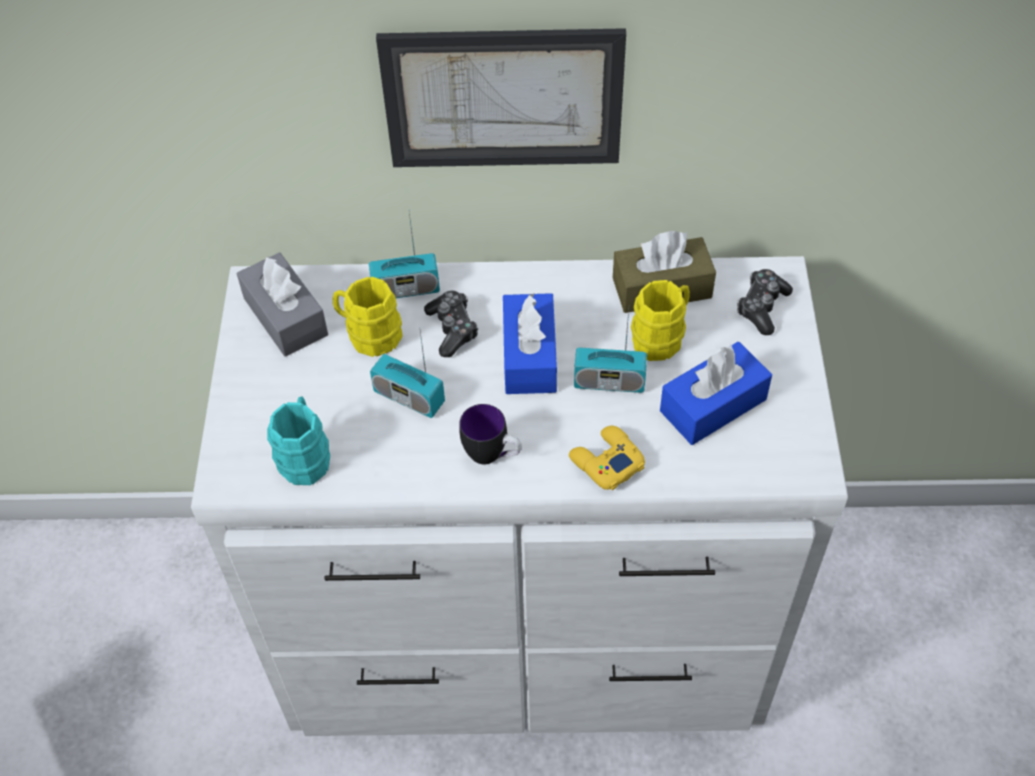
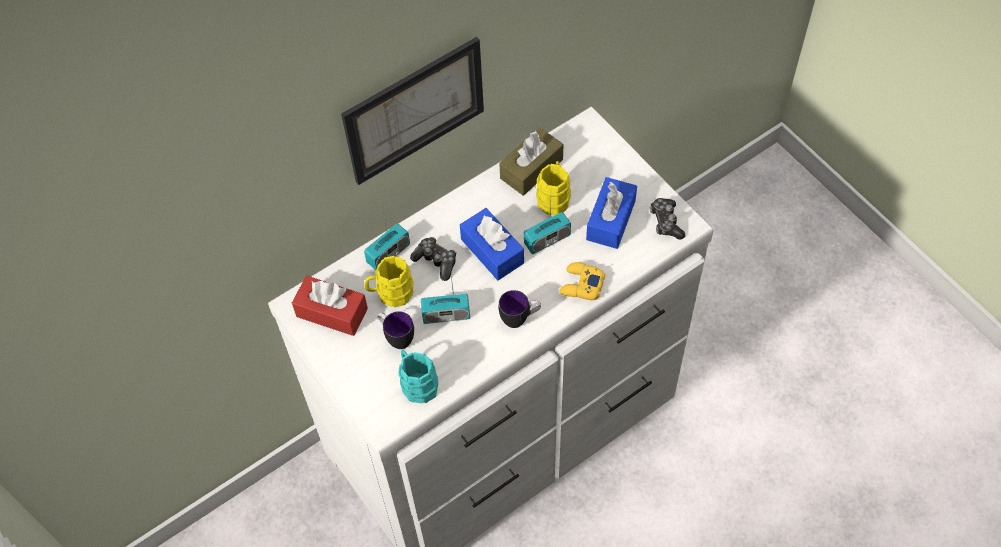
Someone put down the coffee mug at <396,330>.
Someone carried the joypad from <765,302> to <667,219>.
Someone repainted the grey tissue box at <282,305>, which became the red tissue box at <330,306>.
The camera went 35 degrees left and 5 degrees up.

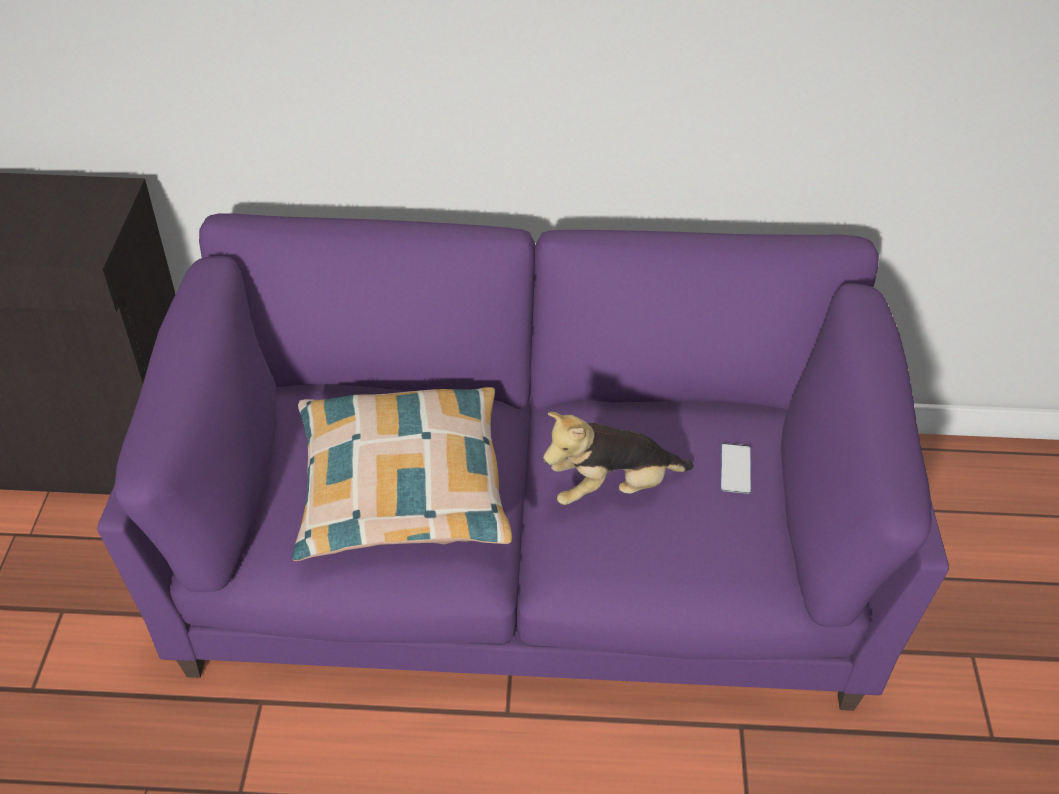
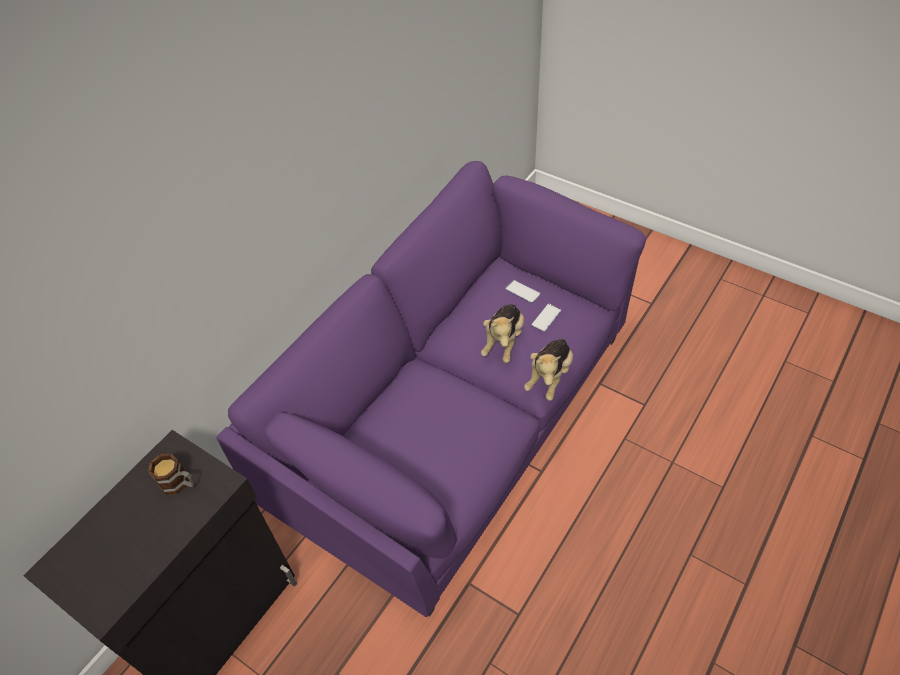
Someone took away the pillow at <402,474>.
Someone put down the coffee mug at <171,474>.
Someone put down the plush toy at <548,369>.
Someone put down the telephone at <546,318>.
The camera went 55 degrees left and 5 degrees up.

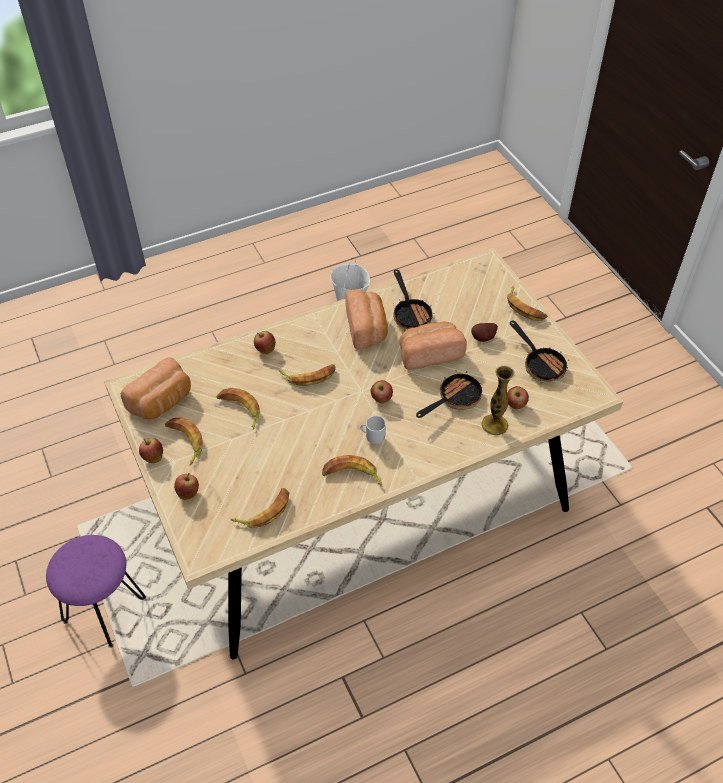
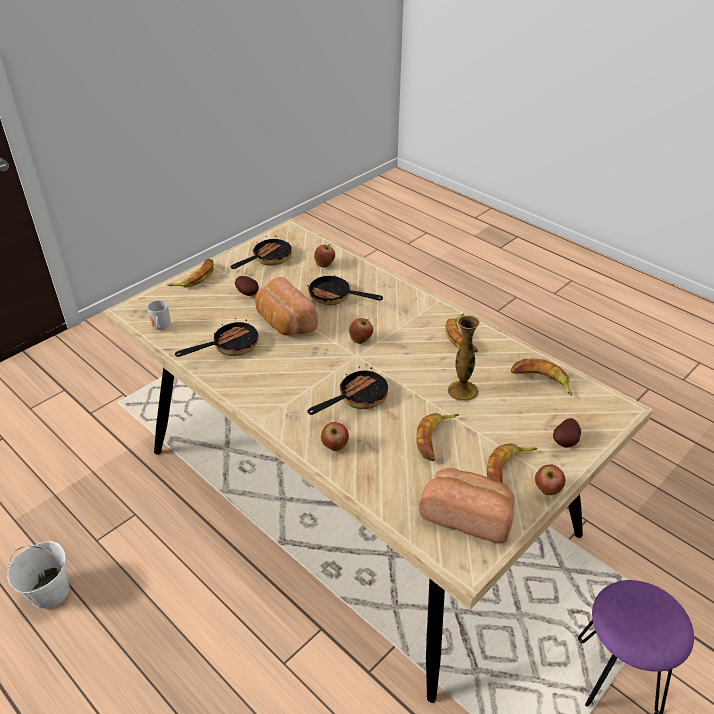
Someone took away the bakery bread at <366,320>.
Someone carried the coffee mug from <373,430> to <159,315>.
Someone carried the vase from <498,401> to <464,358>.
Someone swapped the apple at <186,486> for the spud at <567,433>.
Someone swapped the banana fruit at <307,375> for the frying pan at <347,390>.
The camera went 110 degrees left and 10 degrees down.

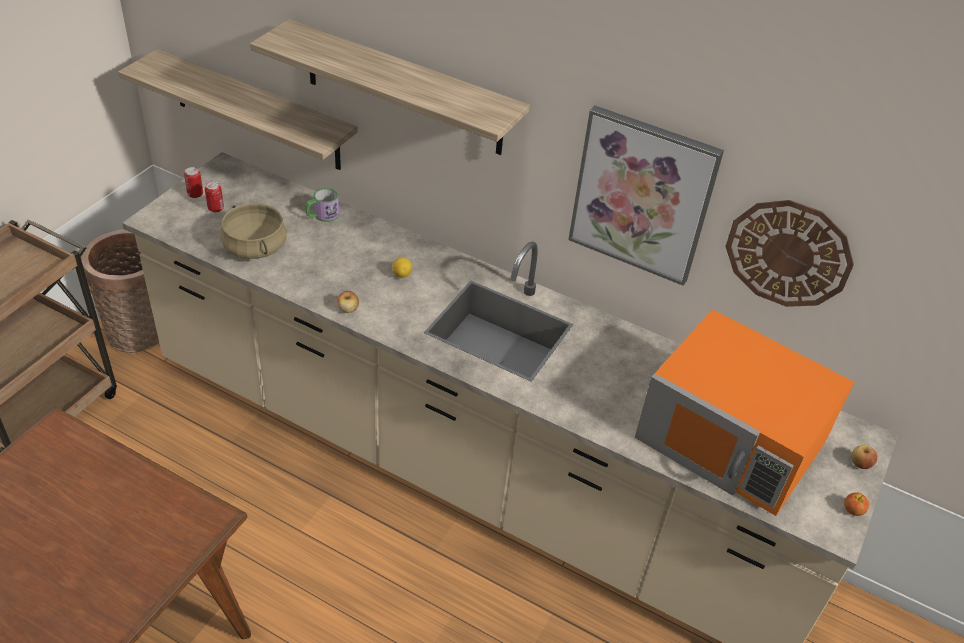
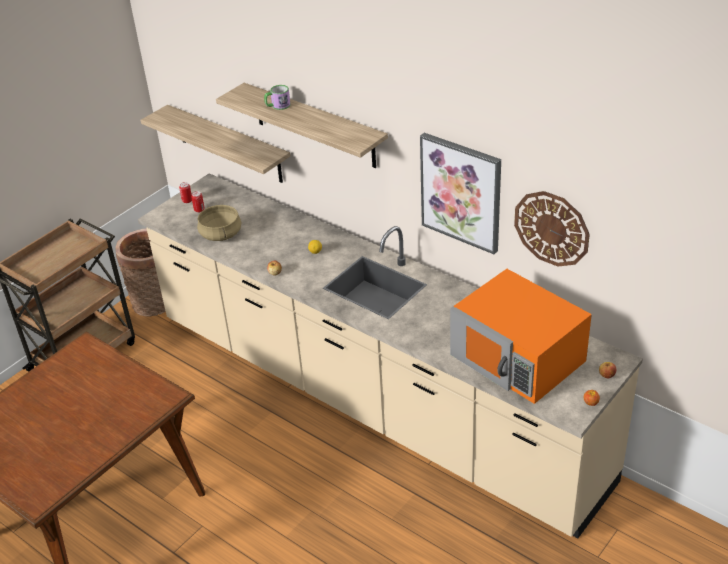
Someone carried the coffee mug from <322,205> to <277,97>.
The camera went 15 degrees right and 5 degrees down.

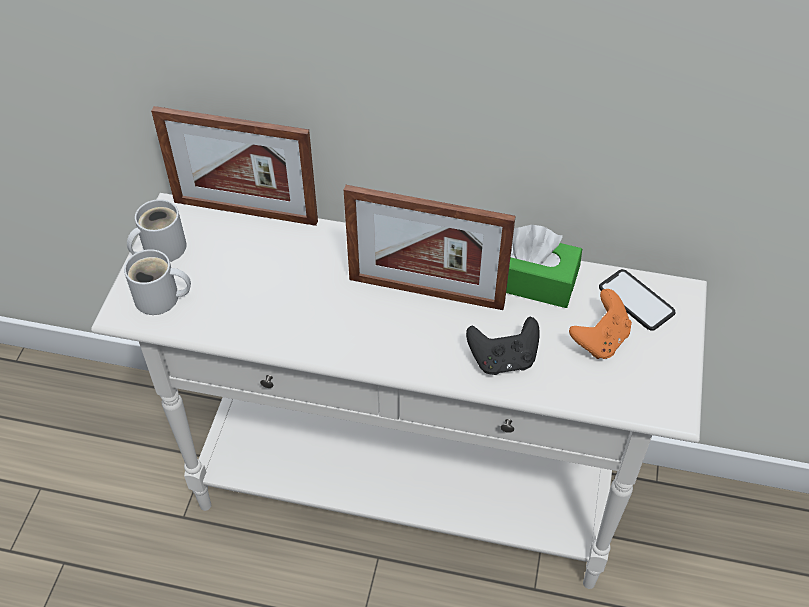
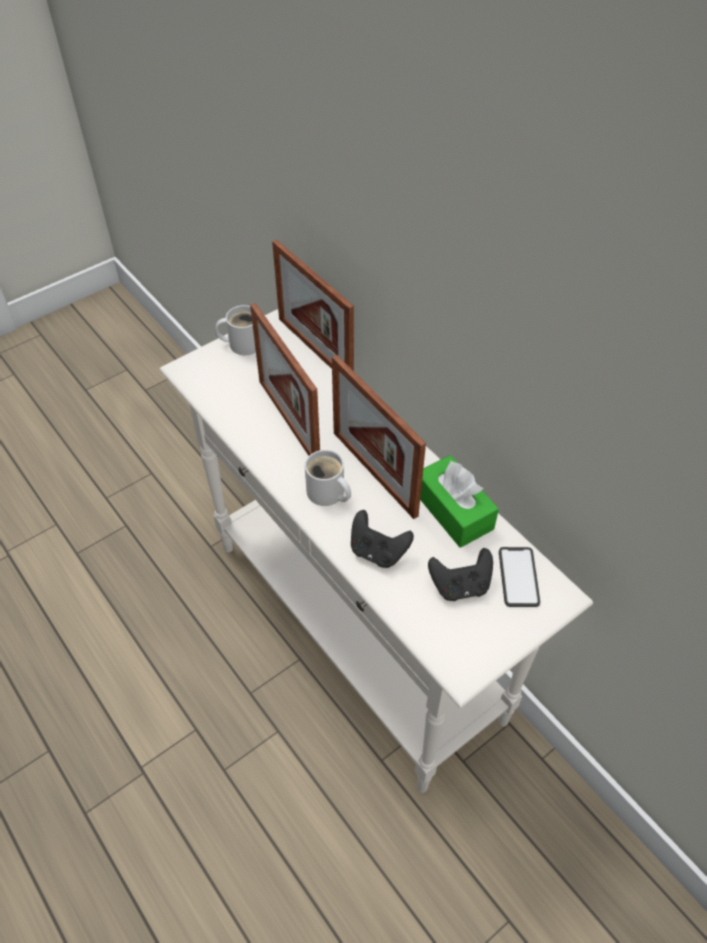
Someone put down the photo frame at <285,379>.
Someone carried the white-coloured coffee mug from <157,282> to <328,478>.
Someone repainted the orange joypad at <600,324>, which became the black joypad at <460,574>.
The camera went 40 degrees right and 0 degrees up.

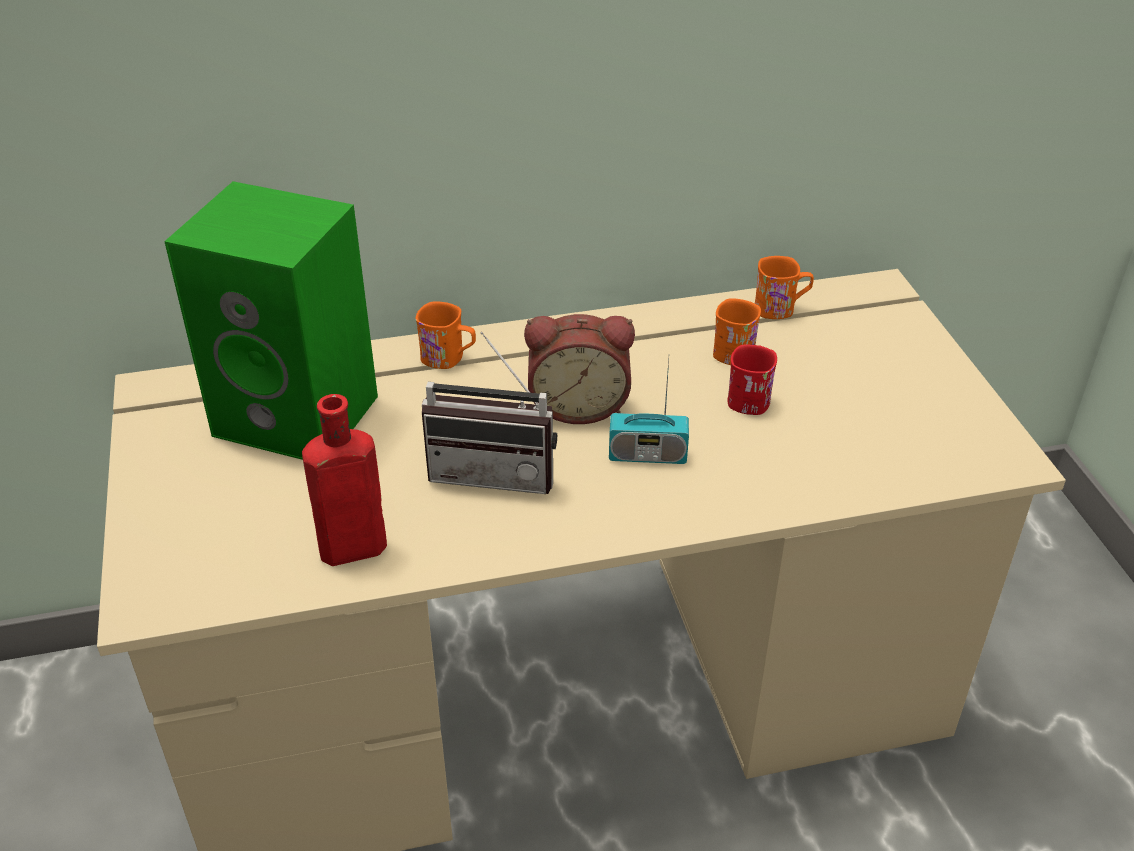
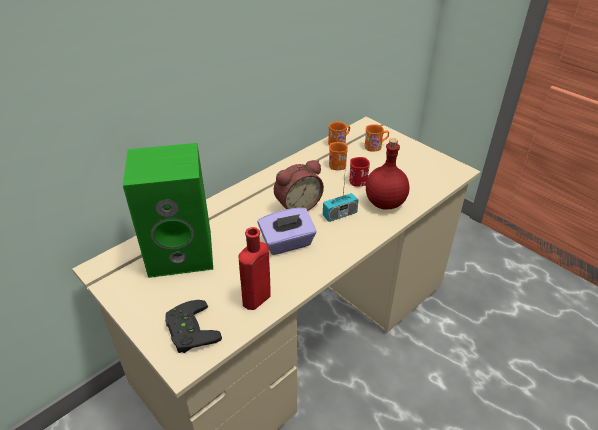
Someone put down the black joypad at <193,326>.
Someone put down the red beverage bottle at <388,174>.
Someone carried the orange coffee mug from <445,335> to <377,137>.
Someone swapped the radio at <489,413> for the purple tissue box at <287,231>.
The camera went 30 degrees left and 0 degrees up.

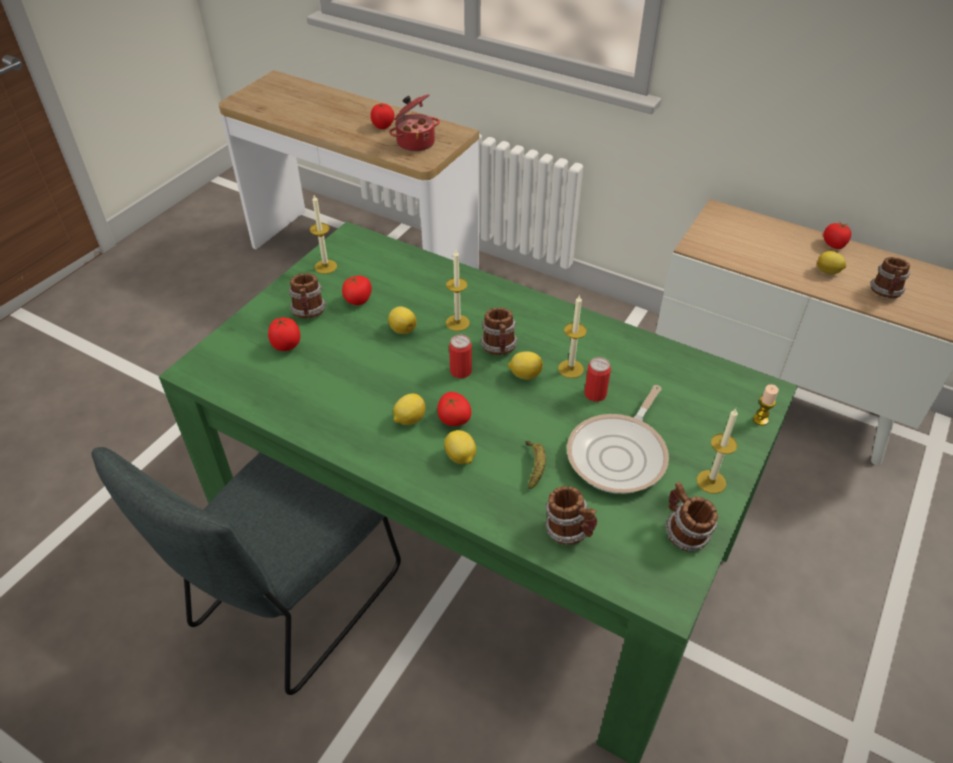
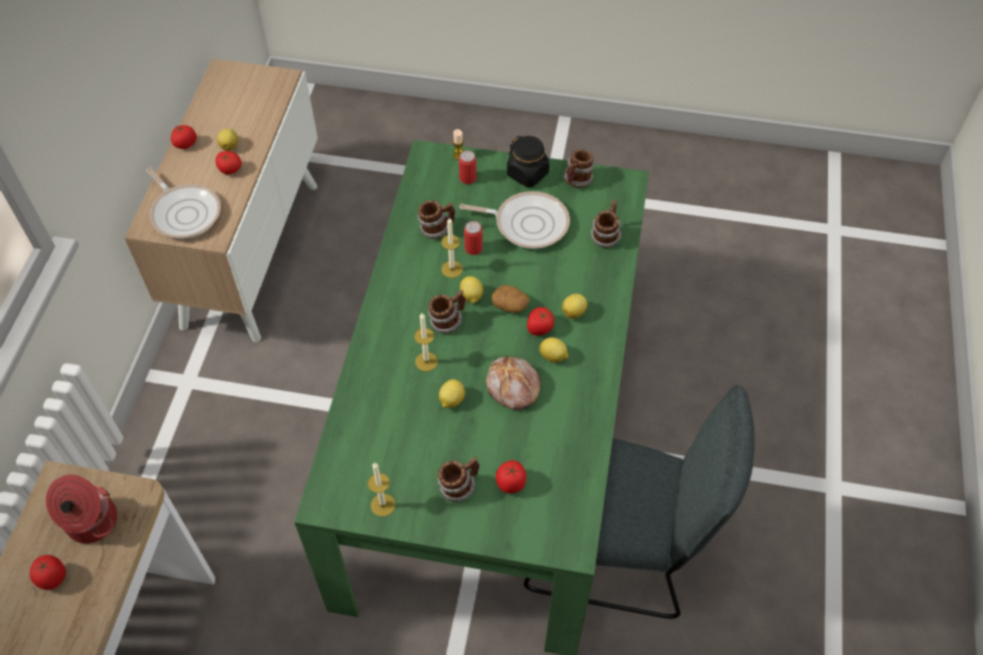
Someone took away the banana fruit at <535,464>.
Someone put down the frying pan at <183,203>.
Someone put down the bakery bread at <513,383>.
Someone put down the spud at <510,299>.
Someone carried the tomato from <357,290> to <228,162>.
Someone carried the sealed can from <460,356> to <467,167>.
Someone carried the coffee mug from <890,277> to <436,219>.
Someone swapped the wax light at <717,451> for the black jar at <528,162>.
The camera went 110 degrees left and 10 degrees up.

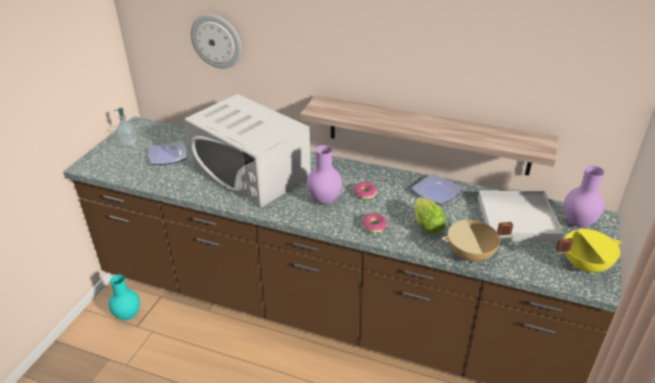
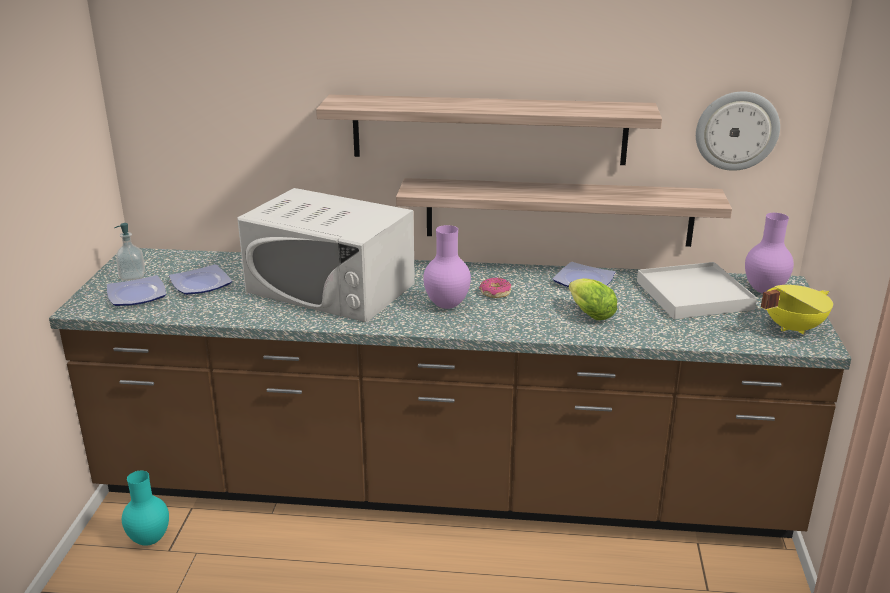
Someone took away the donut at <374,223>.
Someone took away the sand-coloured stockpot at <477,242>.
Someone put down the flat dish at <136,290>.
Someone put up the wall shelf at <489,129>.
Someone carried the wall clock from <216,41> to <738,131>.
The camera went 15 degrees left and 10 degrees down.

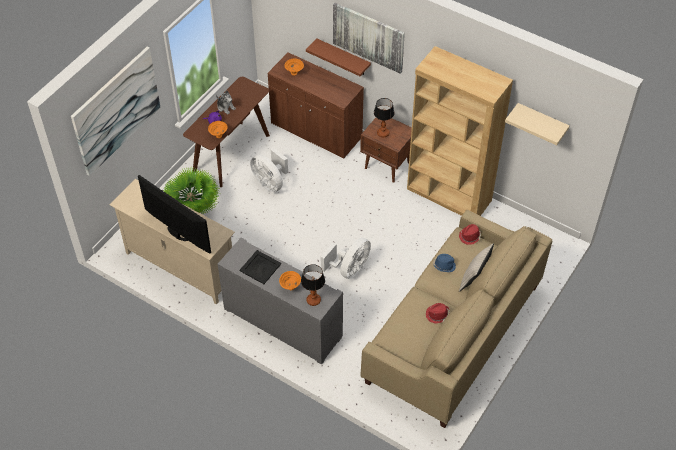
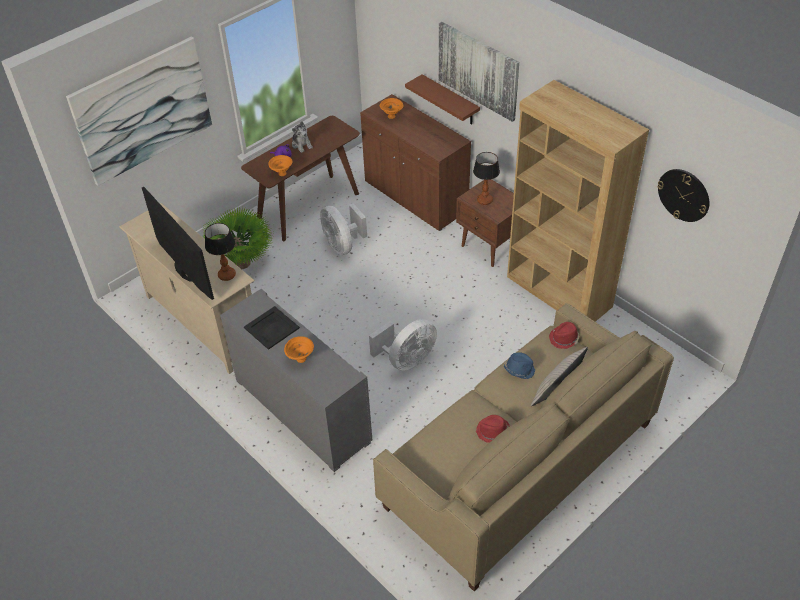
Someone carried the tabletop lamp from <313,285> to <220,252>.
Someone swapped the sand-coloured wall shelf at <537,124> for the wall clock at <683,195>.
The camera went 15 degrees right and 5 degrees down.

